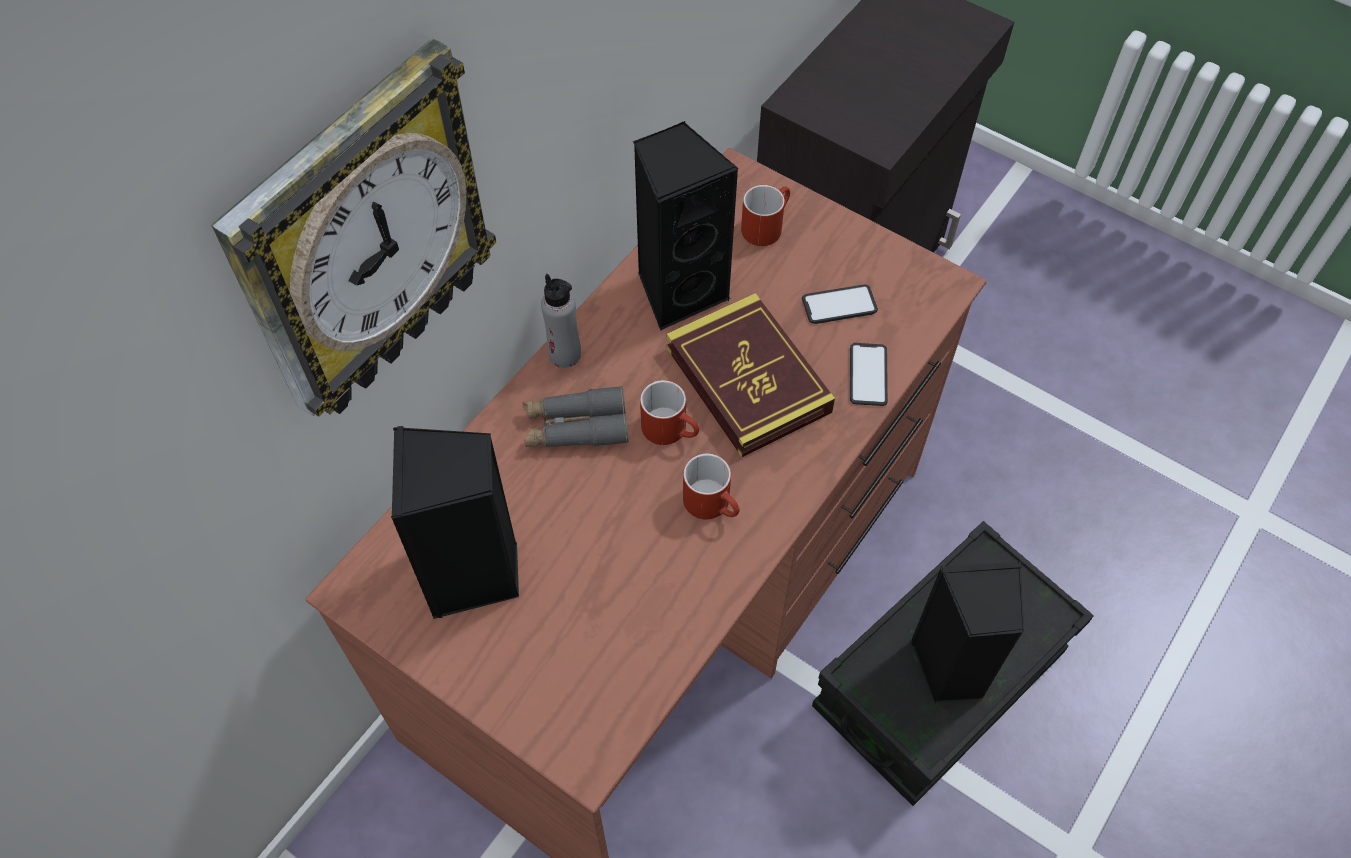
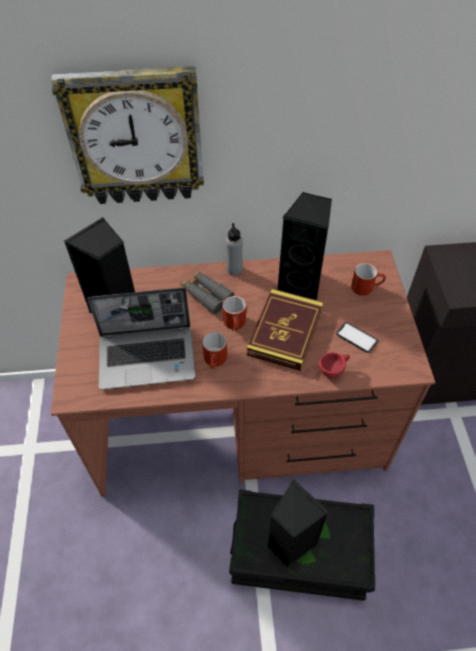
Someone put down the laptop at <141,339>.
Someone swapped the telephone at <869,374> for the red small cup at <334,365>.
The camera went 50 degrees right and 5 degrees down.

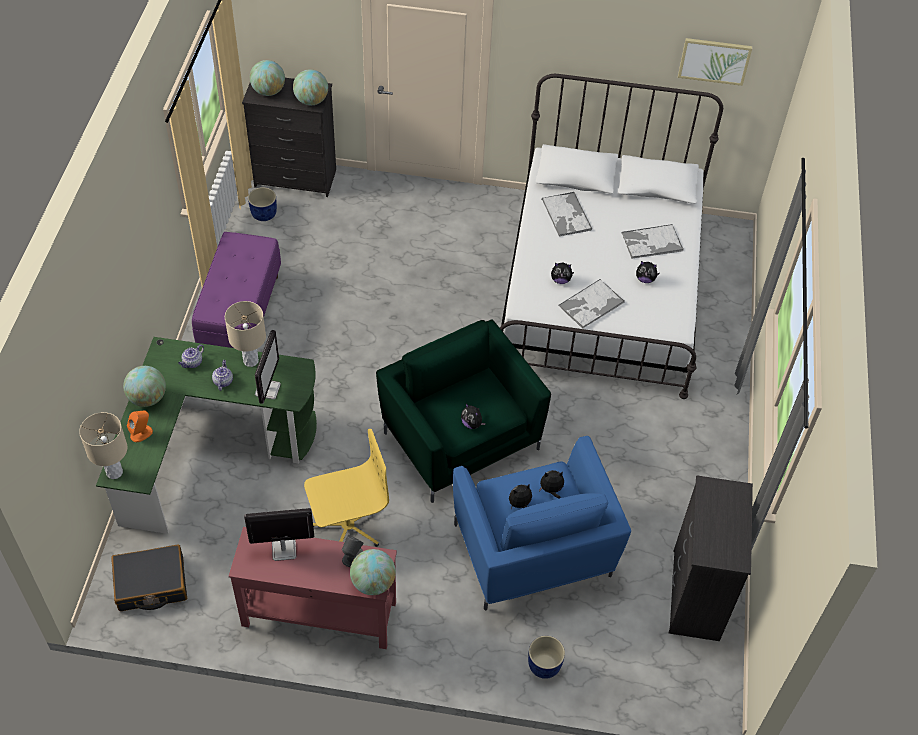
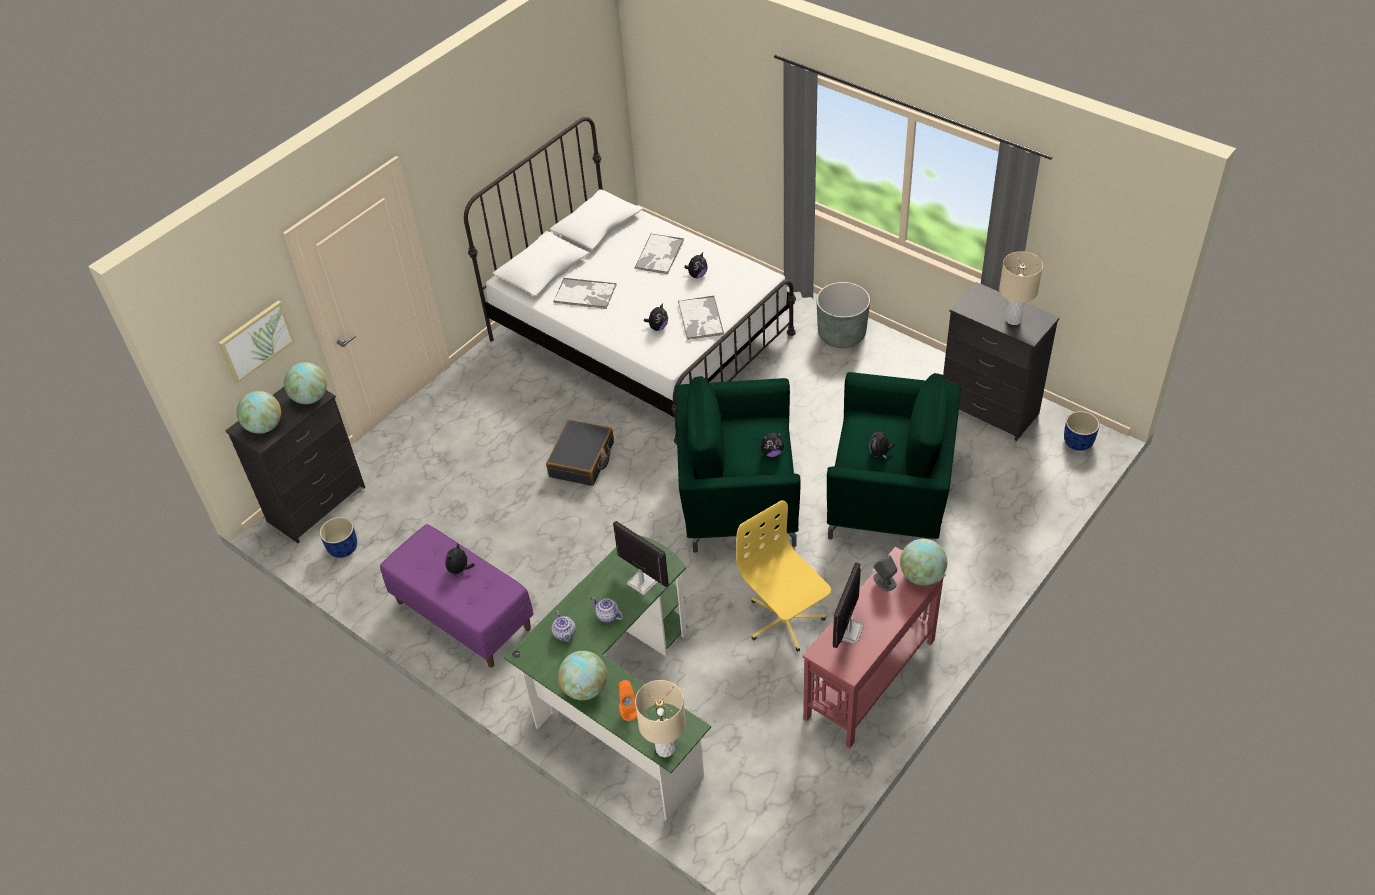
Someone put down the grey planter at <843,315>.
Someone carried the black piece of luggage from <149,577> to <580,453>.
Someone carried the sand-coloured tabletop lamp from <245,334> to <1021,288>.
Someone carried the blue-coloured planter from <546,657> to <1082,431>.
Someone carried the plush toy from <551,484> to <460,559>.
Someone carried the wall picture from <715,62> to <257,341>.
Someone repainted the blue-coloured armchair at <542,523>, which became the green armchair at <894,456>.
Someone rotated the yellowish computer chair at <346,488> by 45 degrees counterclockwise.
The camera went 55 degrees left and 5 degrees down.

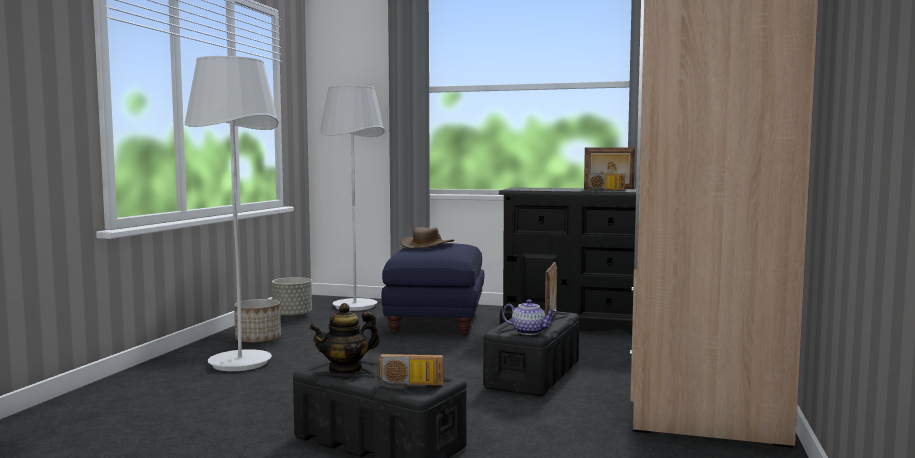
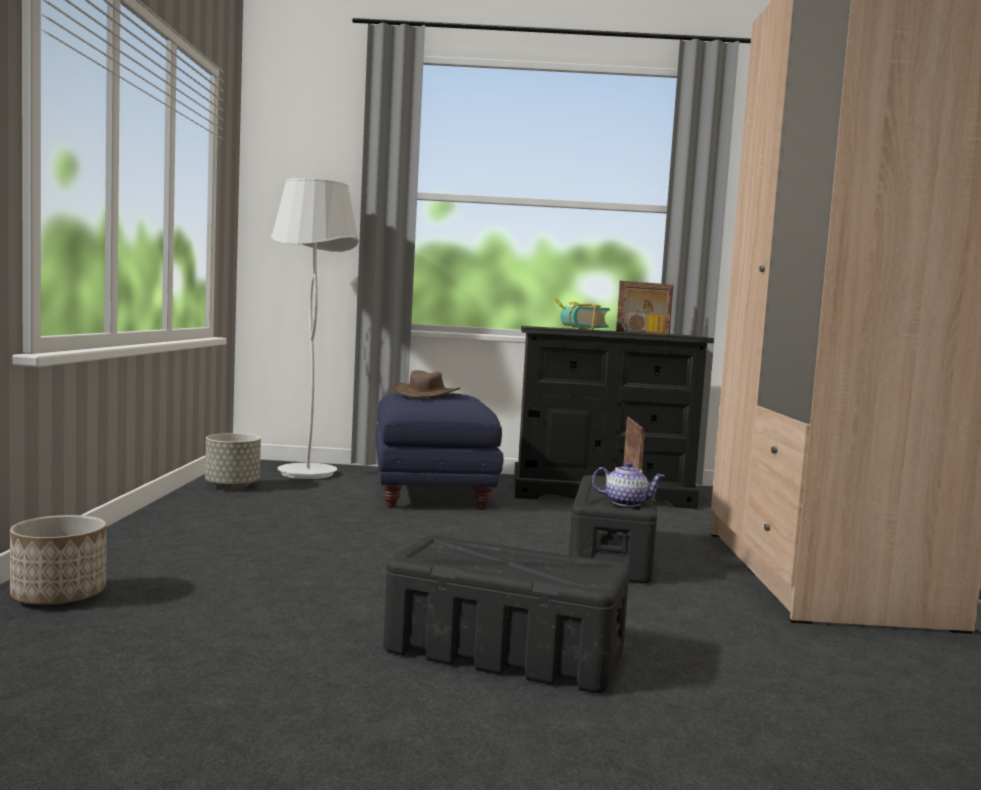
Someone took away the white-coloured floor lamp at <232,213>.
Someone took away the teapot at <344,339>.
Someone took away the radio at <409,371>.
Someone put down the bound book at <581,314>.
Someone carried the planter from <257,321> to <58,560>.
The camera went 15 degrees left and 0 degrees up.

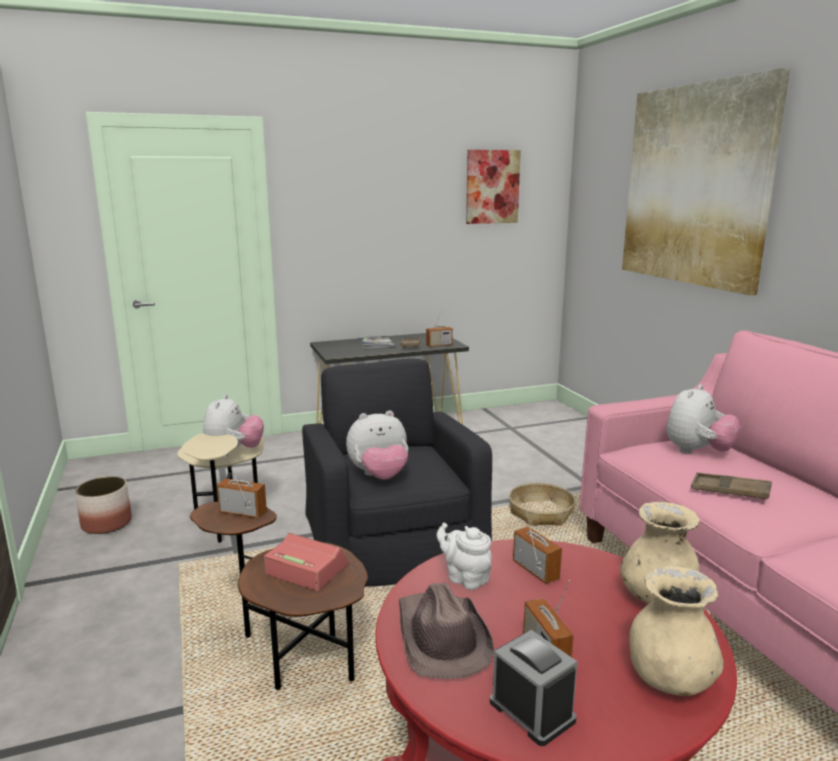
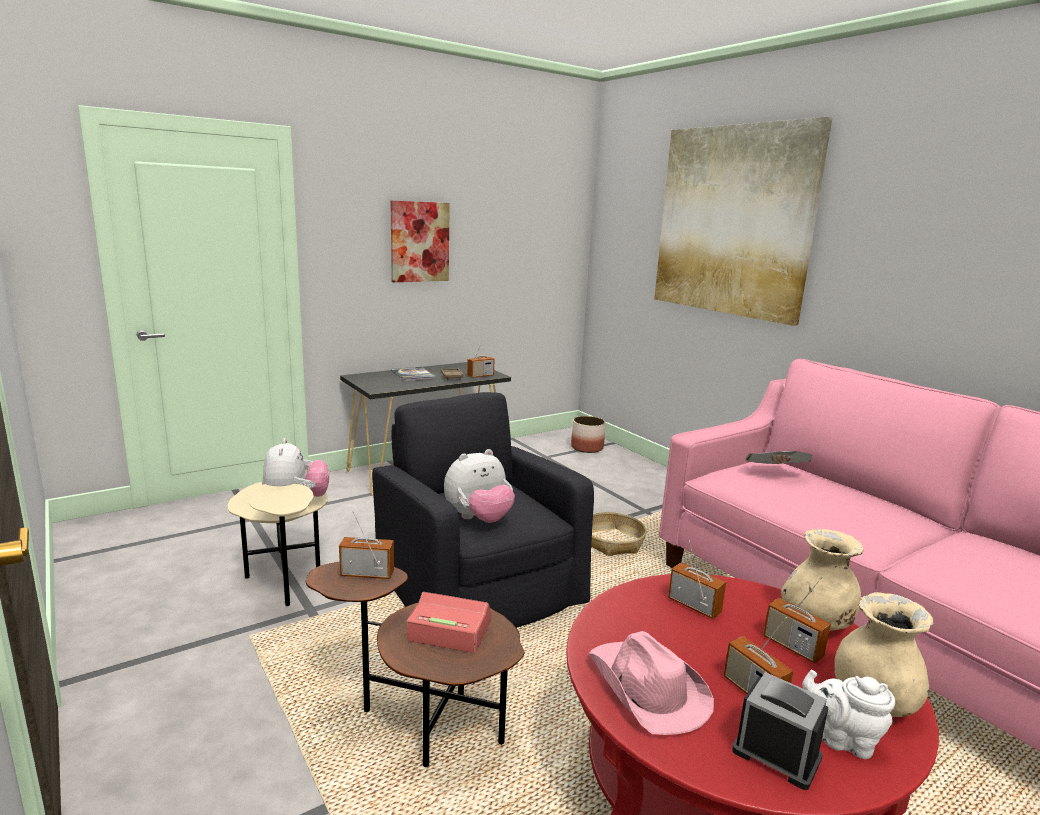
Someone took away the brownish tray at <731,486>.
Someone put down the radio at <797,620>.
Someone carried the planter from <103,505> to <588,434>.
Someone carried the white-coloured teapot from <464,556> to <848,714>.
Someone carried the wall picture from <493,187> to <420,241>.
Someone swapped the plush toy at <703,419> for the printed paper at <779,457>.
Someone repainted the brownish hat at <446,630>, which became the pinkish hat at <651,683>.
The camera went 15 degrees left and 0 degrees up.

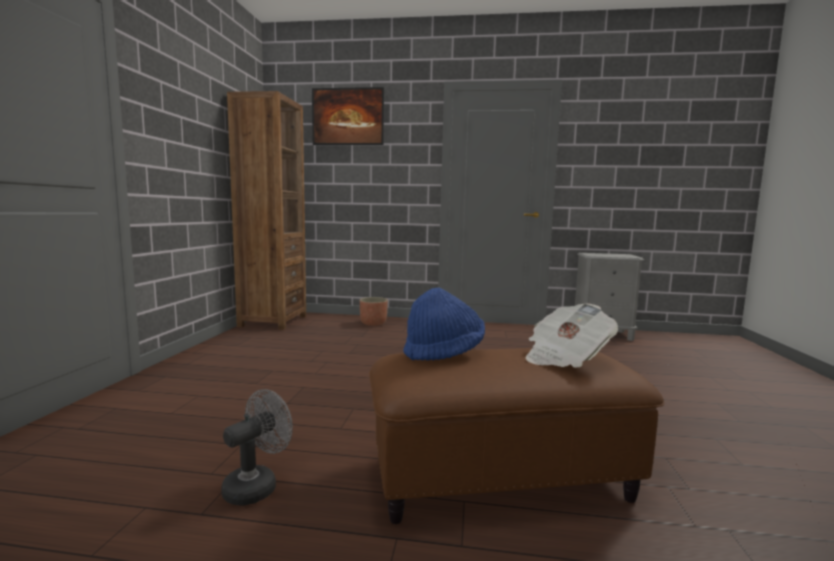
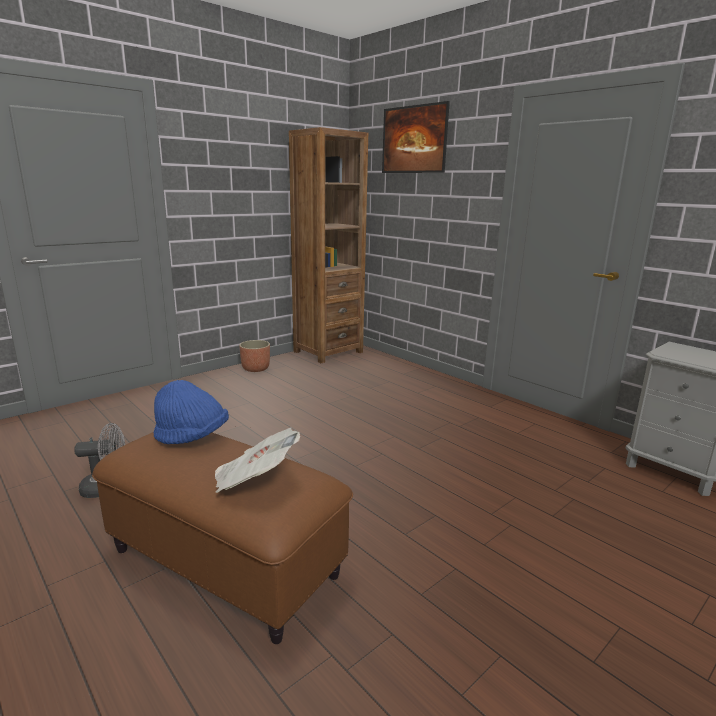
Someone carried the planter from <374,311> to <254,356>.
The camera went 40 degrees right and 10 degrees up.

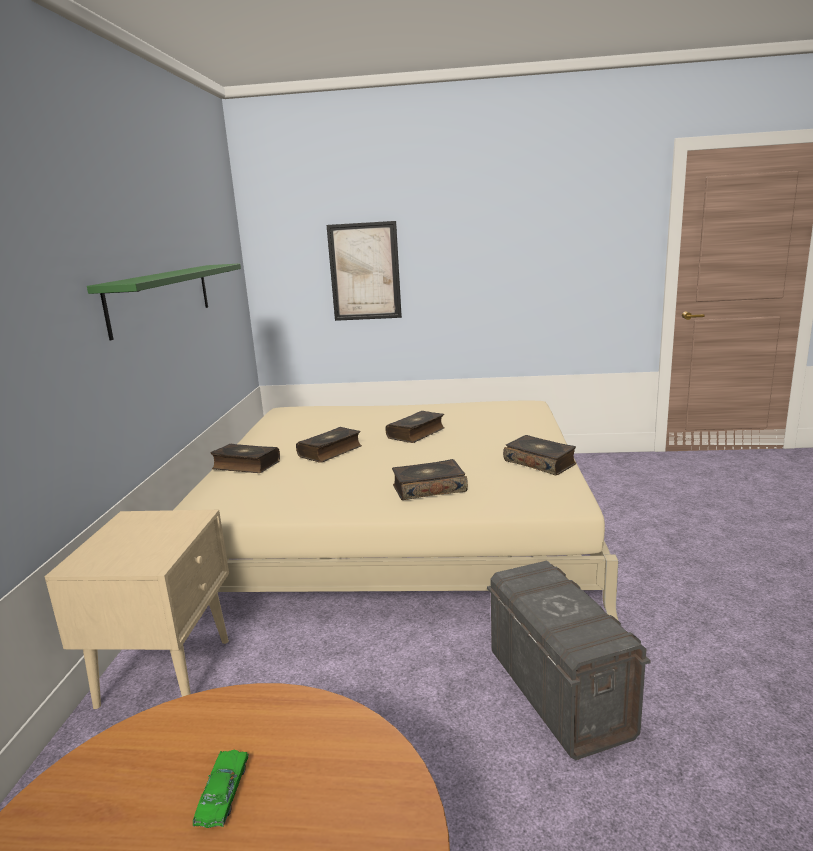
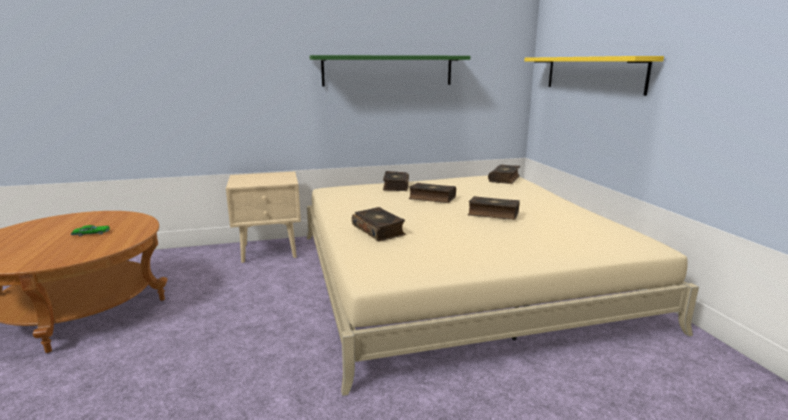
Someone took away the grey storage container at <569,660>.
Someone carried the bound book from <539,455> to <504,174>.
Someone swapped the wall picture at <364,271> for the yellowish wall shelf at <594,76>.
The camera went 70 degrees right and 0 degrees up.

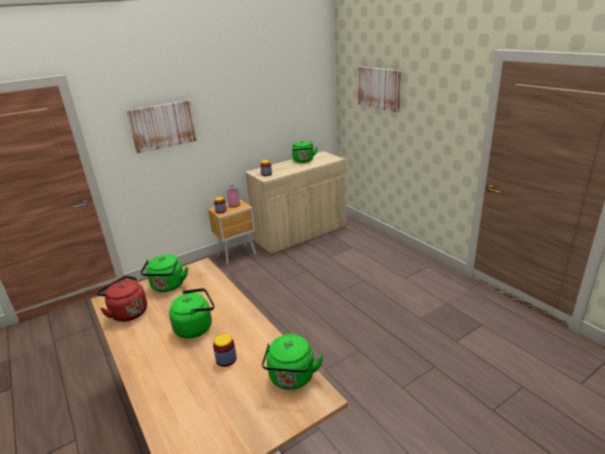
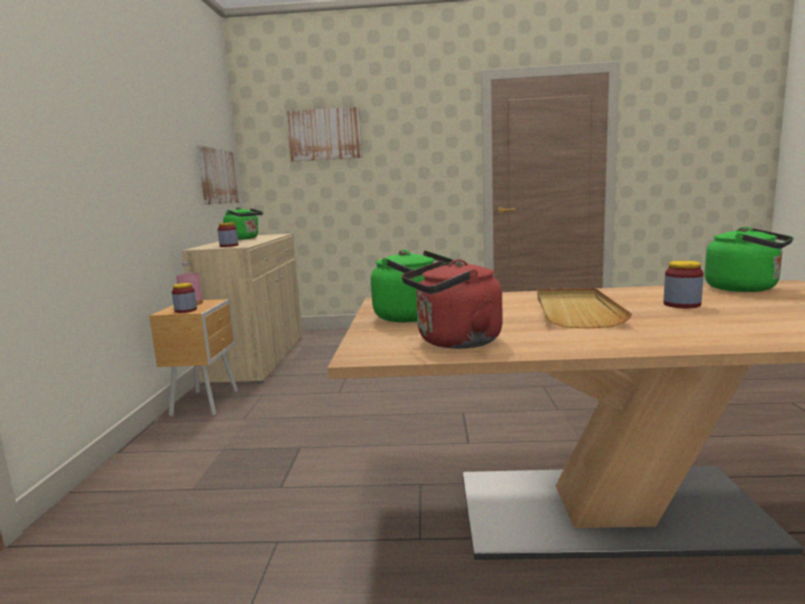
Someone carried the wall picture from <161,127> to <218,175>.
Someone swapped the green kettle at <191,313> for the sand-coloured tray at <584,308>.
The camera went 55 degrees left and 15 degrees down.

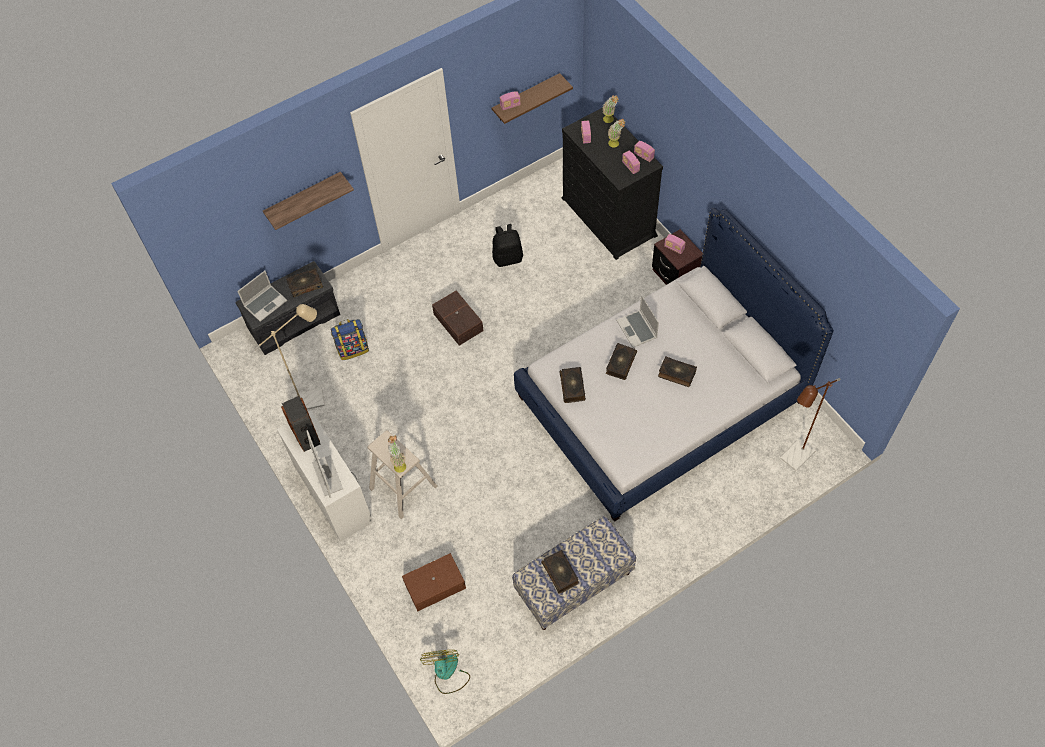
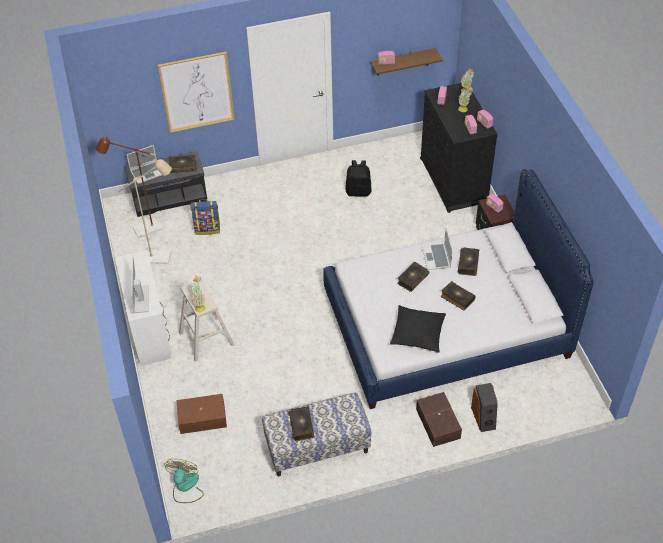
Someone put down the black pillow at <418,329>.
Someone carried the loudspeaker from <300,424> to <484,407>.
Someone carried the brownish storage container from <457,318> to <439,419>.
Someone carried the bound book from <572,385> to <468,261>.
Someone carried the brownish floor lamp from <810,424> to <128,187>.
Someone swapped the wall shelf at <308,201> for the wall picture at <196,92>.
The camera went 15 degrees right and 10 degrees down.

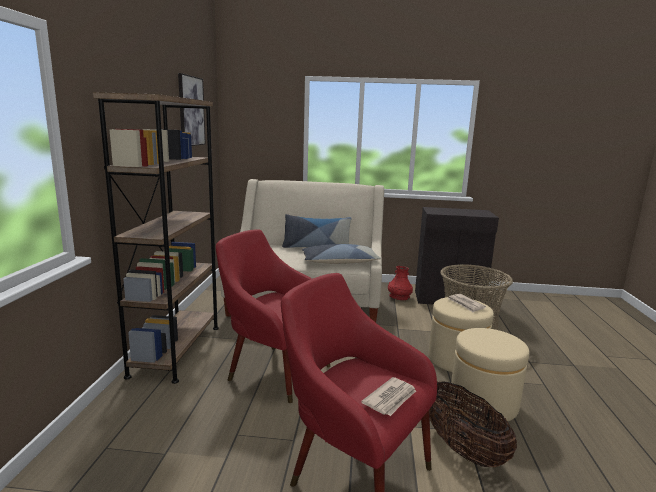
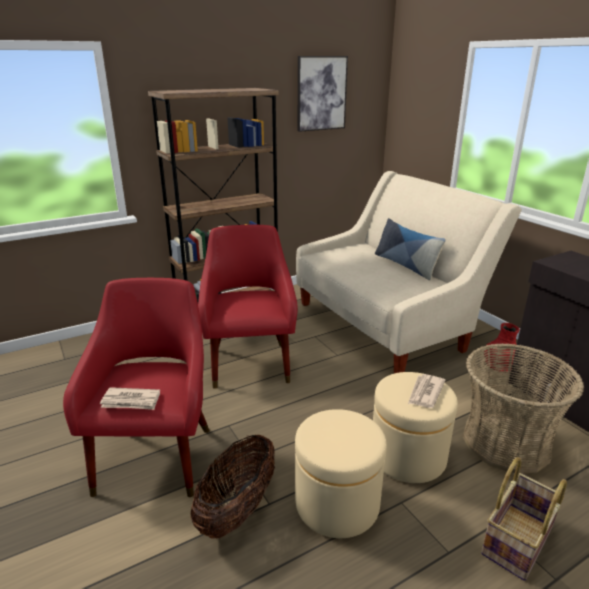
Someone took away the pillow at <341,254>.
Someone put down the household basket at <524,519>.
The camera went 55 degrees right and 10 degrees up.

